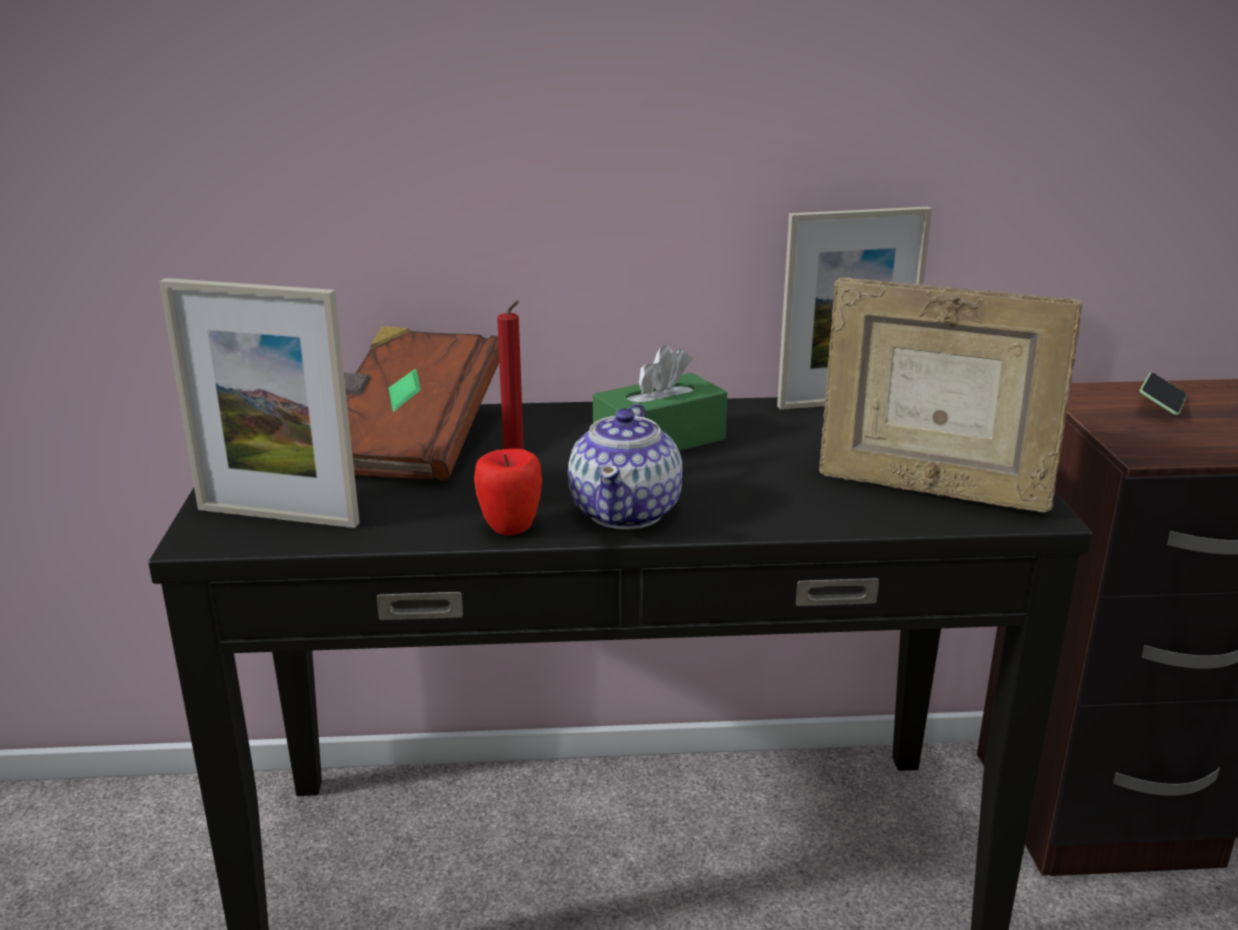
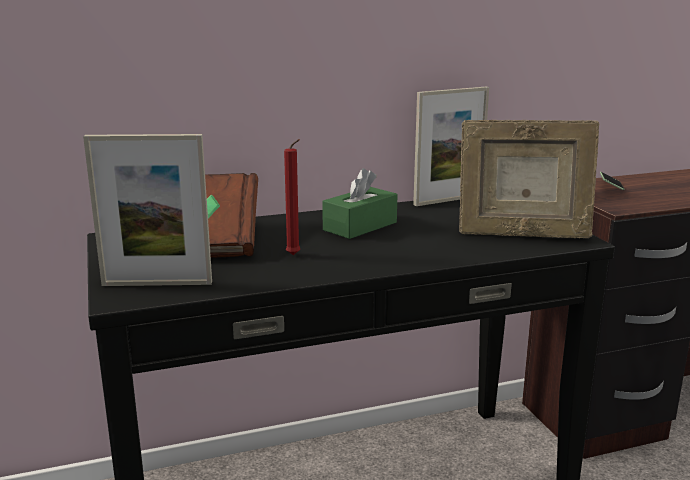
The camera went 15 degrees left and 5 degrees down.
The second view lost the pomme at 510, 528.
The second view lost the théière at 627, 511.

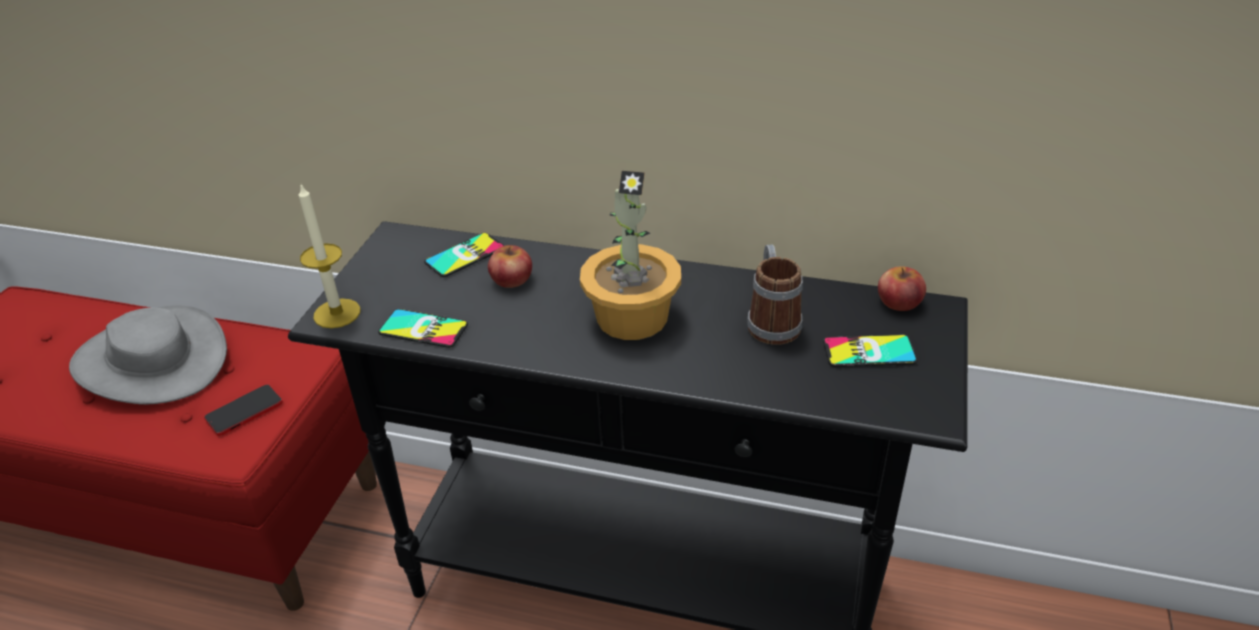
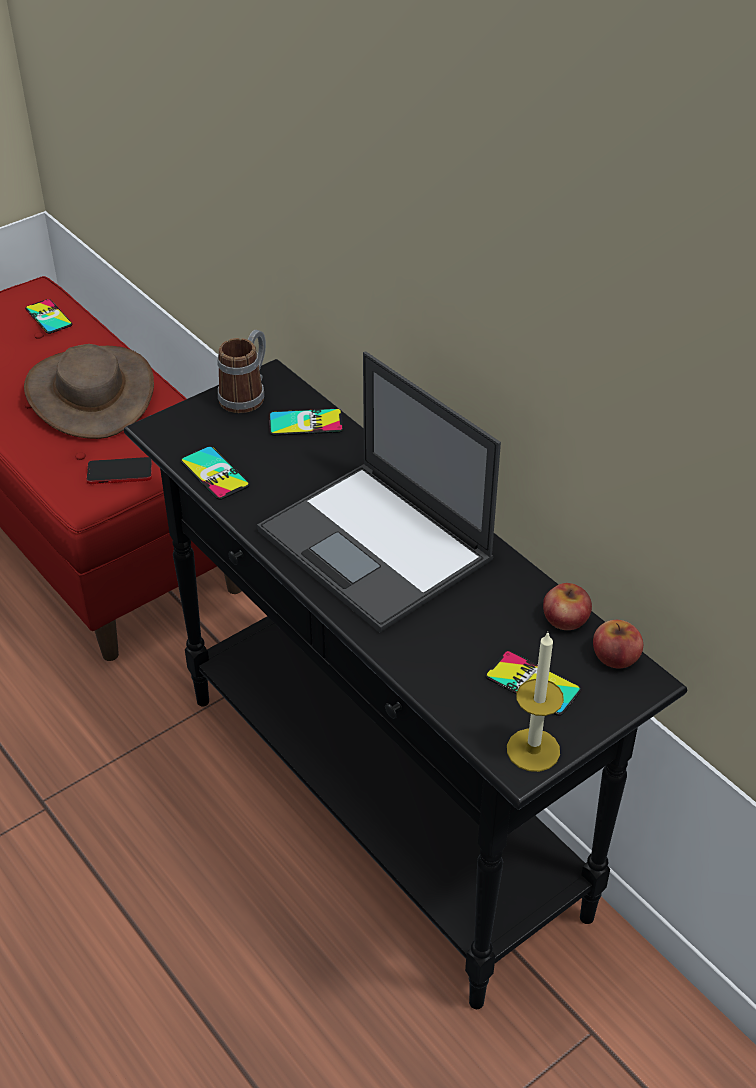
The camera went 35 degrees right and 5 degrees up.
What was the chapeau (gris) at 152, 360 turned into the chapeau (marron) at 91, 393.
The bougie ended up elsewhere, having gone from 337, 313 to 533, 750.
The pomme ended up elsewhere, having gone from 512, 279 to 565, 618.
Where the plante en pot stood at 632, 316, the ordinateur portable came to stand at 377, 546.
The mug ended up elsewhere, having gone from 771, 321 to 247, 394.
The second view gained the téléphone at 48, 317.

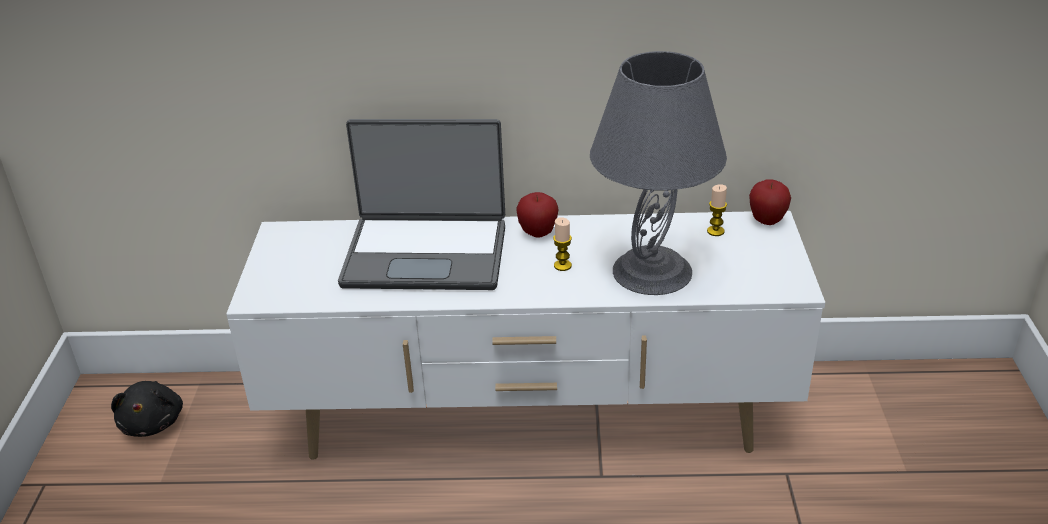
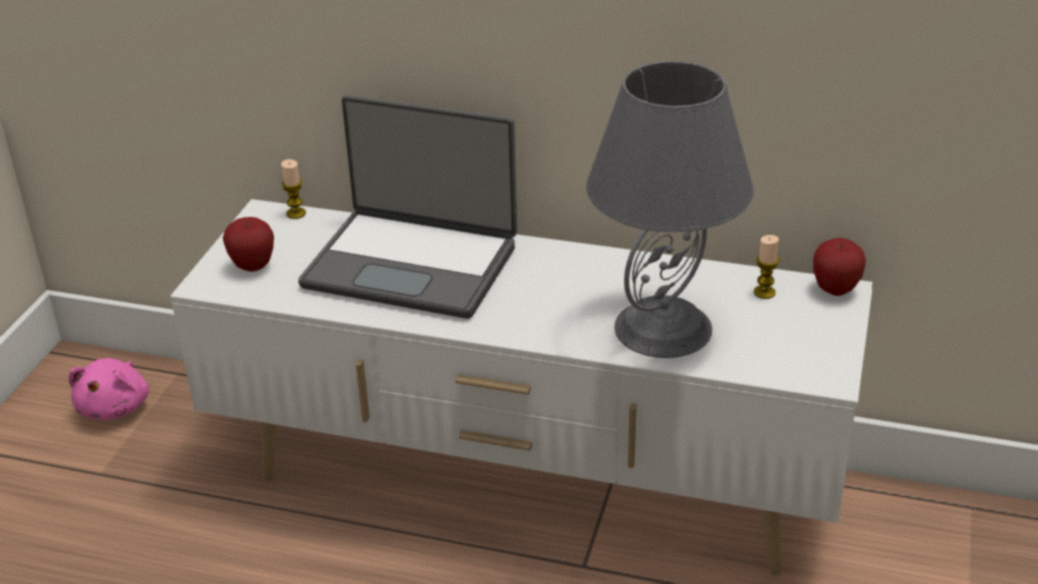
The camera went 15 degrees right and 0 degrees up.
What was the peluche (noir) at 153, 422 turned into the peluche (rose) at 116, 407.
The pomme ended up elsewhere, having gone from 538, 234 to 253, 267.
The bougie ended up elsewhere, having gone from 562, 265 to 296, 213.

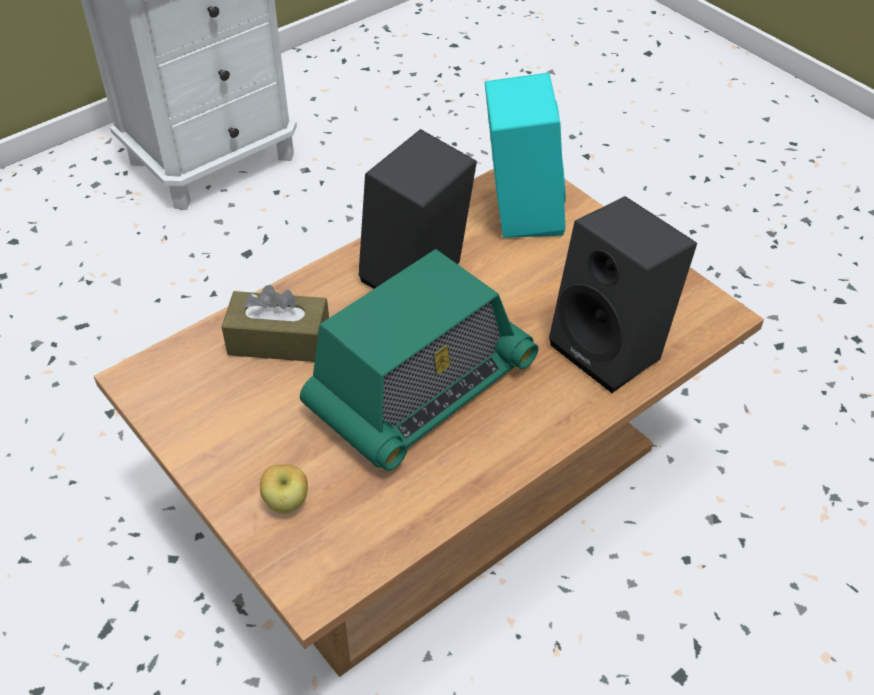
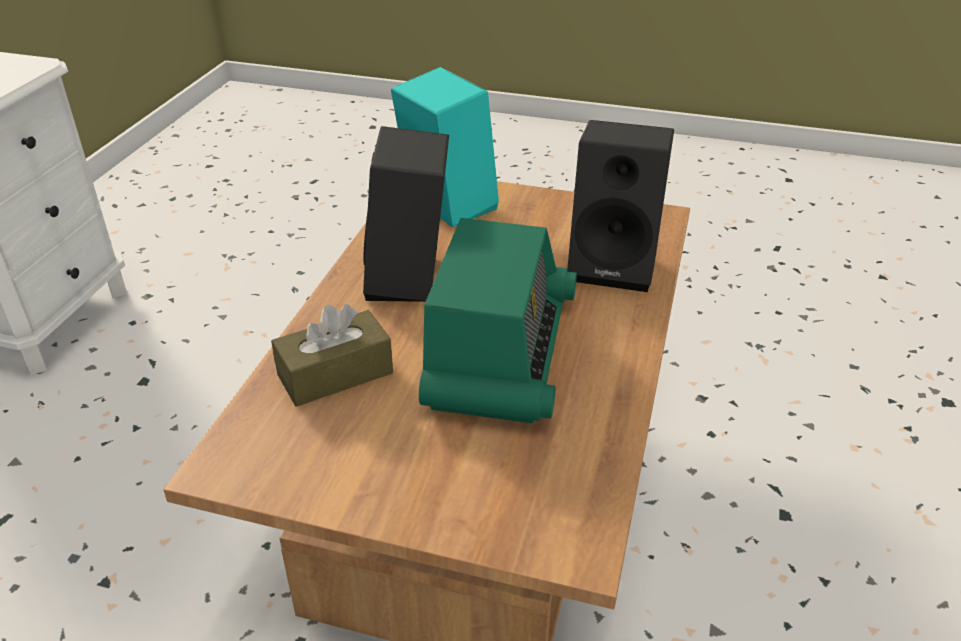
The camera went 35 degrees left and 10 degrees down.
The second view lost the pomme at 287, 503.

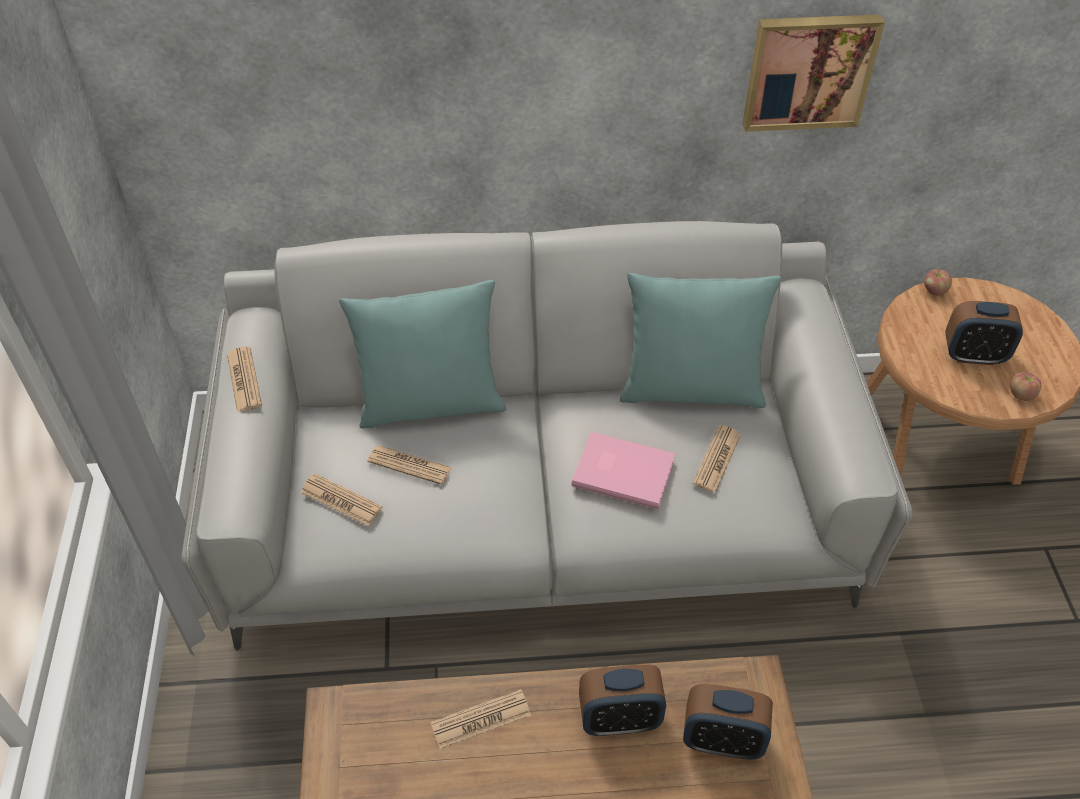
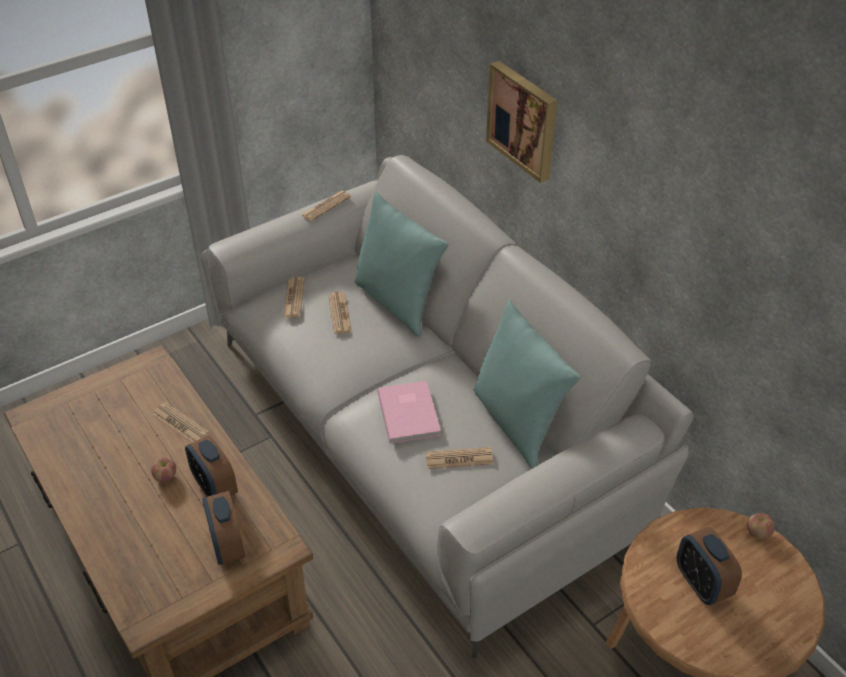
The camera went 60 degrees right and 5 degrees down.
The tableau ended up elsewhere, having gone from 808, 70 to 524, 120.
The pomme ended up elsewhere, having gone from 1021, 394 to 165, 477.

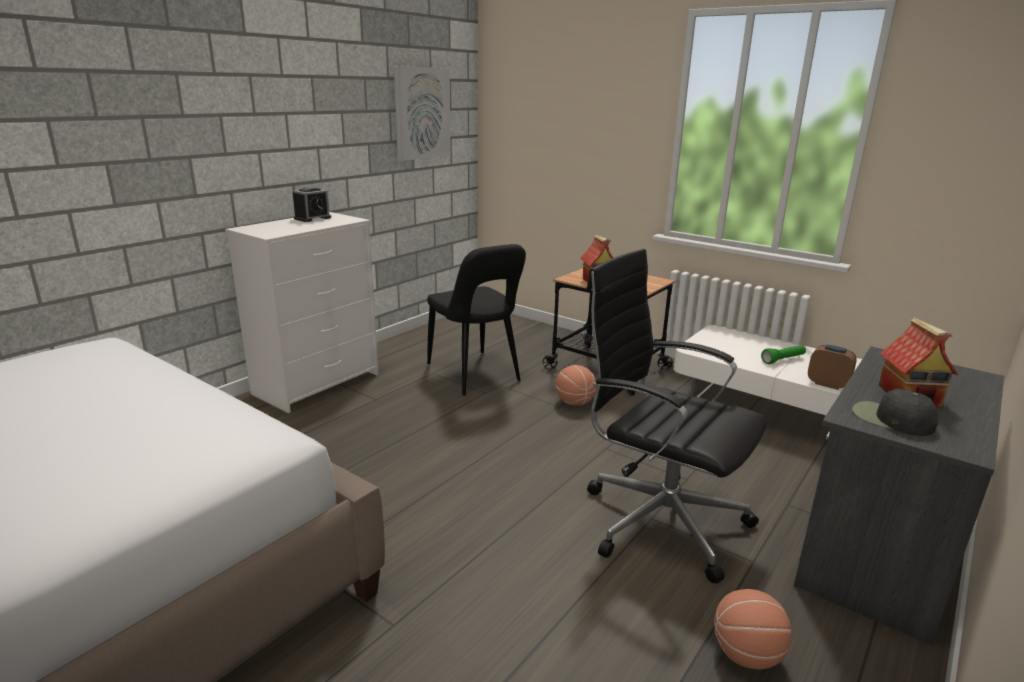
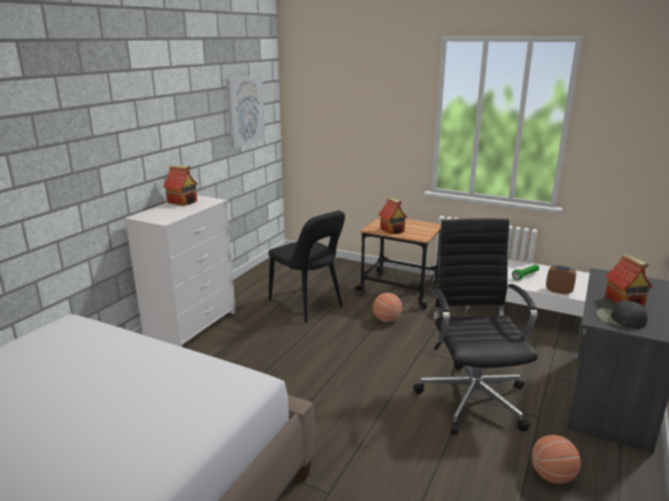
The camera went 10 degrees left and 0 degrees up.
Where the réveil stood at 312, 218, the maison miniature came to stand at 183, 202.
The chaise de bureau (noir) at 659, 519 ended up facing another way, 60 degrees clockwise from before.

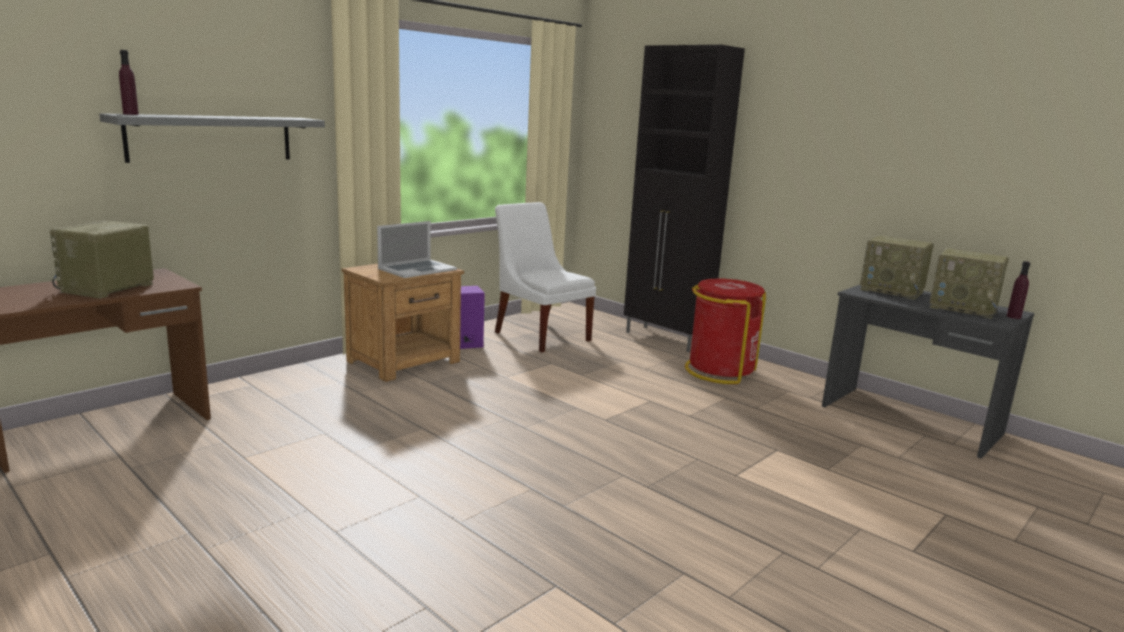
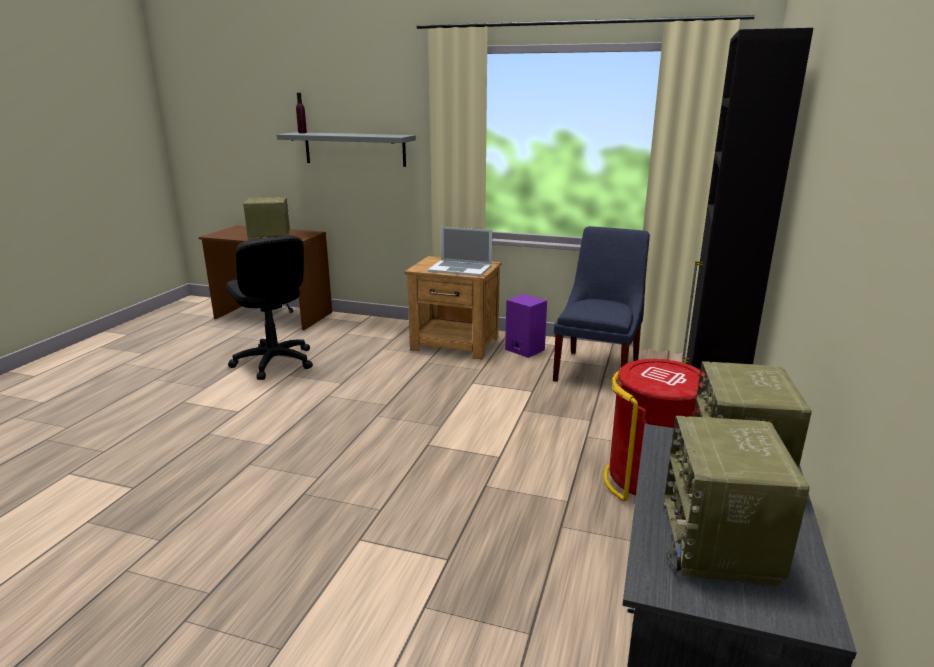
The camera went 65 degrees right and 5 degrees up.
What was the chaise (blanc) at 540, 335 turned into the chaise (bleu) at 598, 369.
The second view lost the bouteille (violet) at 1013, 317.
The second view gained the chaise de bureau (noir) at 274, 362.

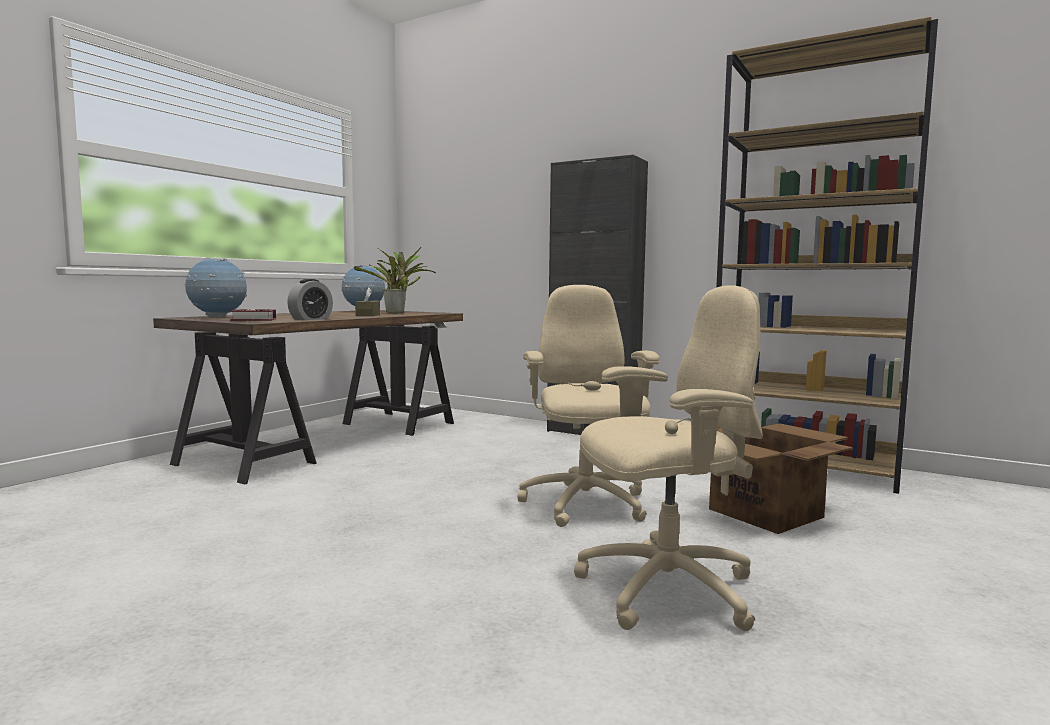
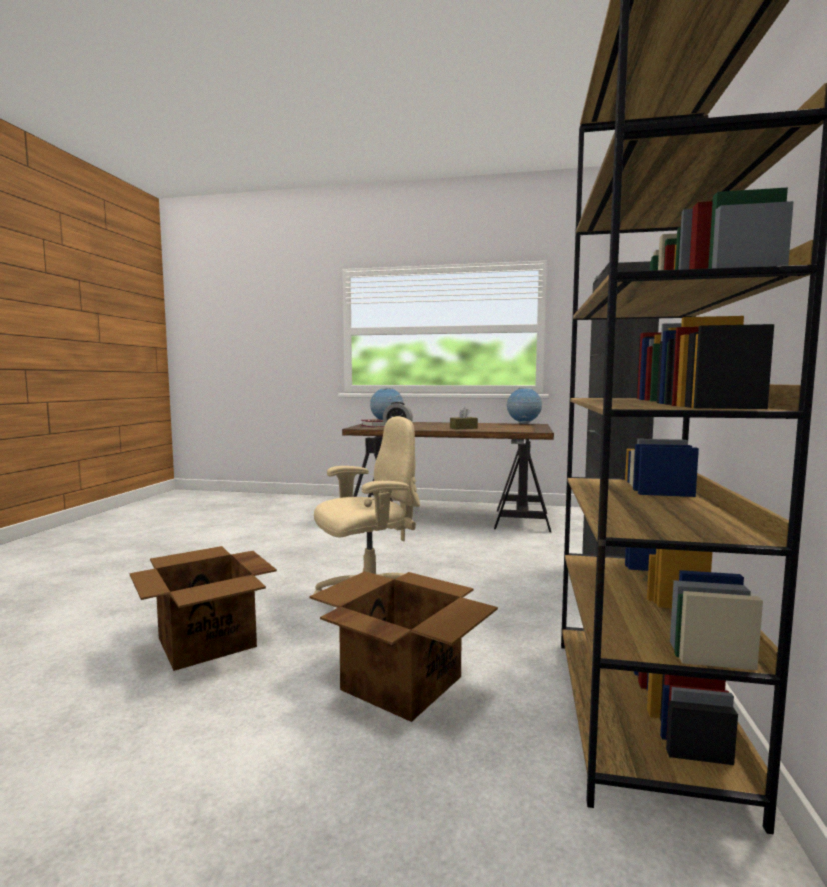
The camera went 70 degrees right and 0 degrees up.
The second view lost the plante en pot at 397, 313.
Where the chaise de bureau (beige) stood at 664, 590, the carton came to stand at 206, 643.

